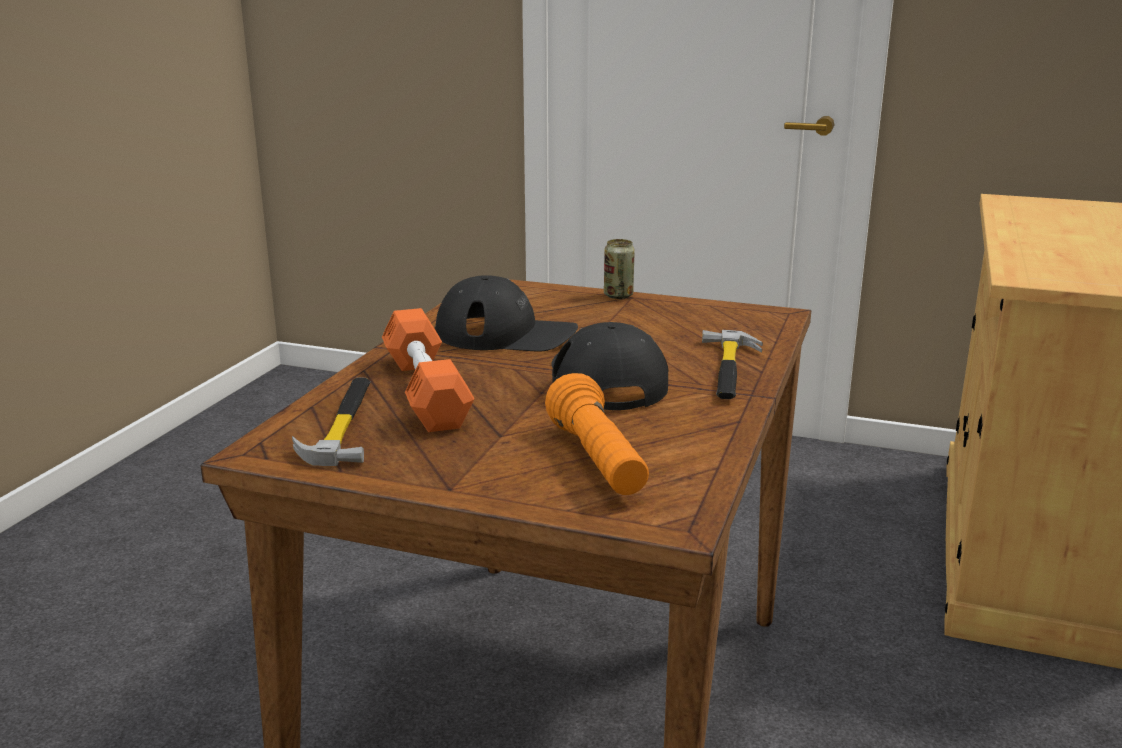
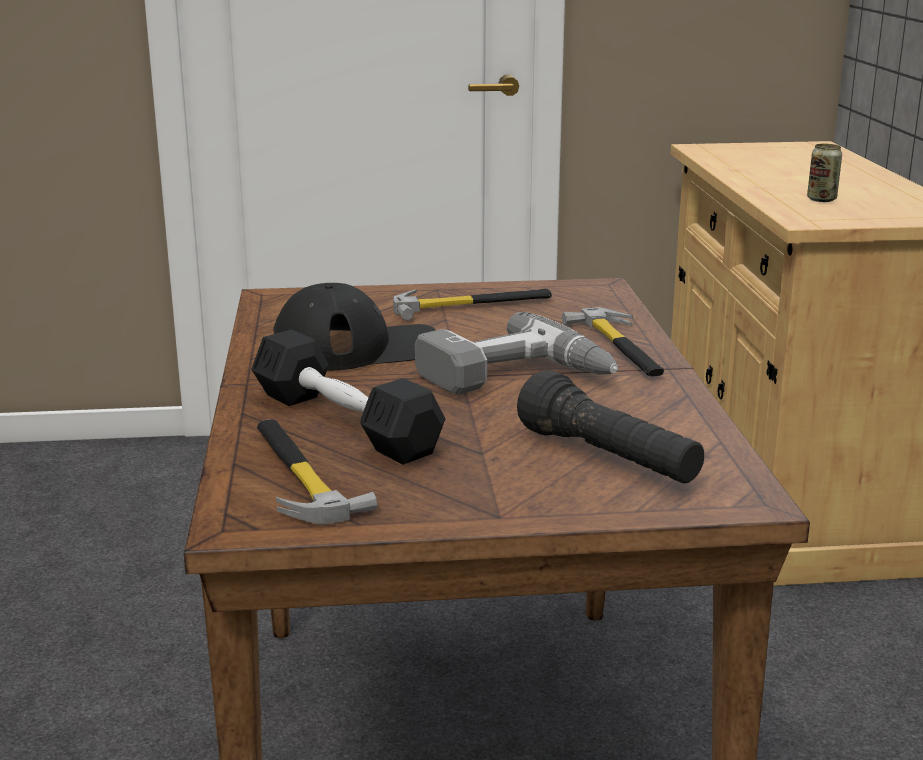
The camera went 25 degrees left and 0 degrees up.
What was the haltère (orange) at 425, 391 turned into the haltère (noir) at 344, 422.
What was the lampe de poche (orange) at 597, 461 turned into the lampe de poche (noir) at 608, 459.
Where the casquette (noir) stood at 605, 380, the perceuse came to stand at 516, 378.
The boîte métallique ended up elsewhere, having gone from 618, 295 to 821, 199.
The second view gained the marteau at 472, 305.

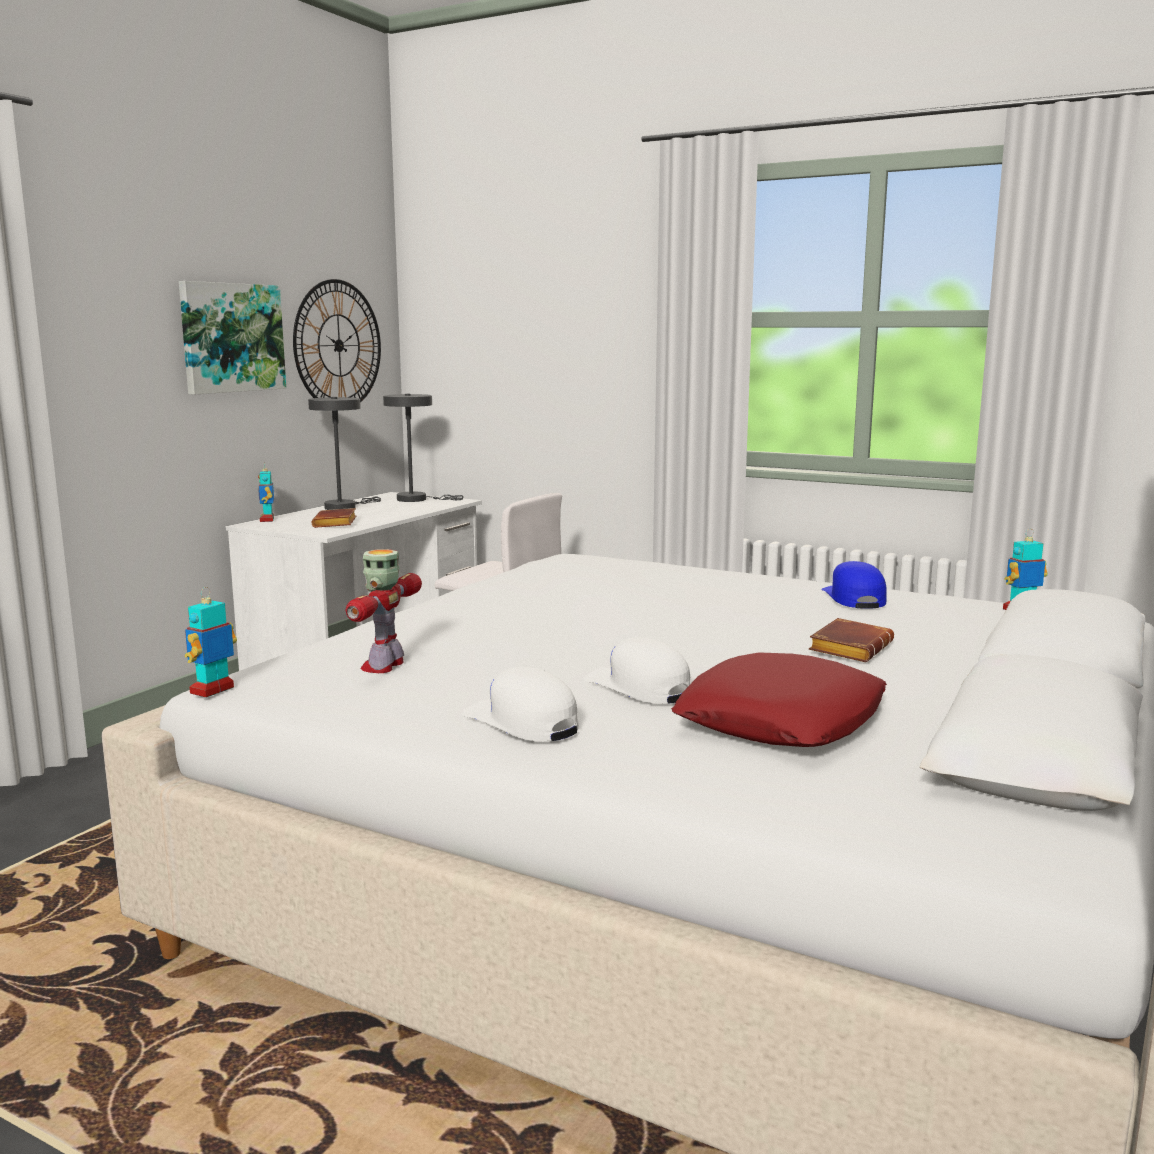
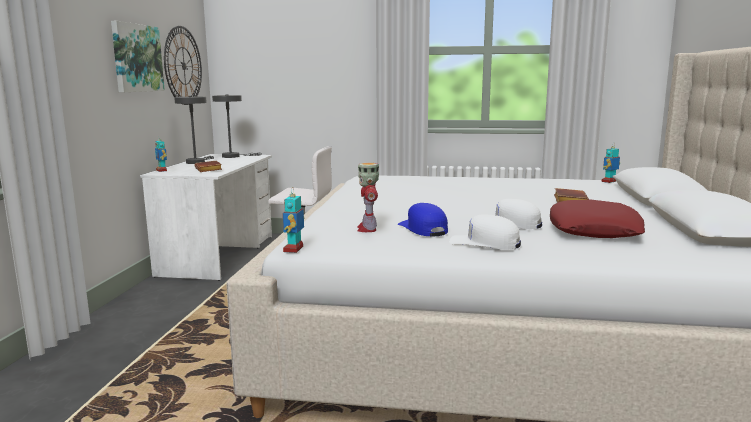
The camera went 20 degrees left and 0 degrees up.
The casquette (bleu) ended up elsewhere, having gone from 853, 598 to 423, 229.

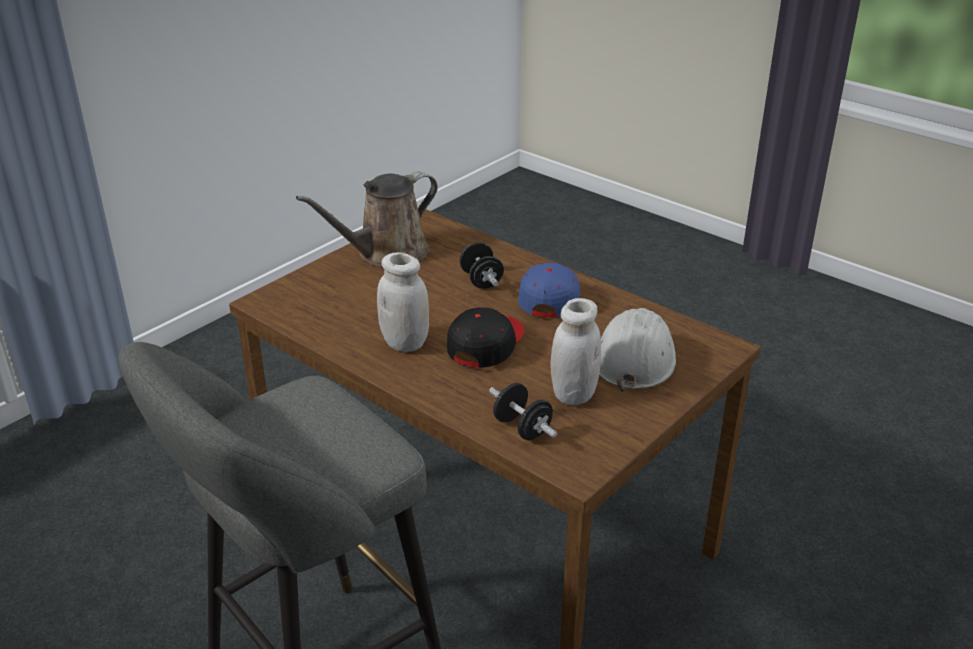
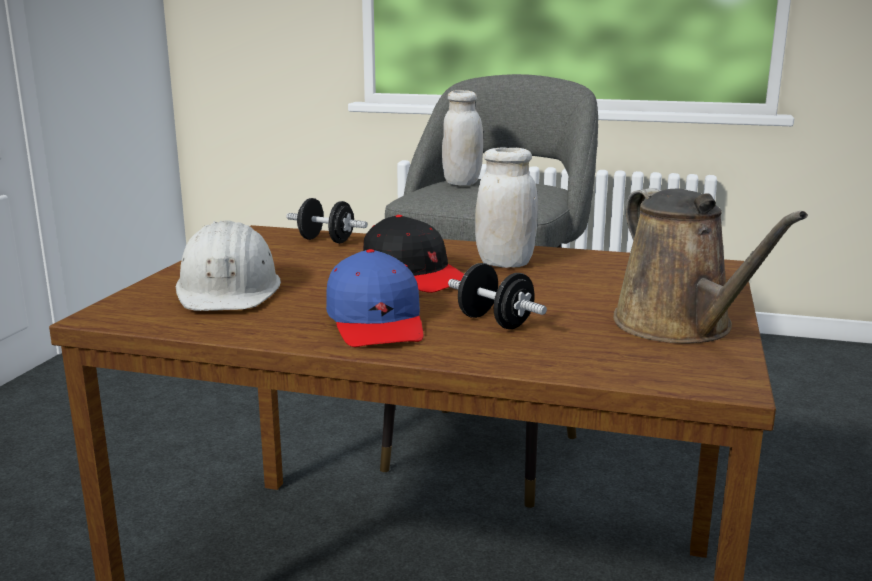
The camera went 155 degrees right and 15 degrees down.
The arrosoir (marron) at 386, 253 ended up facing another way, 135 degrees clockwise from before.
The casquette (noir) at 486, 344 ended up facing another way, 45 degrees counterclockwise from before.
The bocal (blanc) ended up elsewhere, having gone from 573, 394 to 462, 183.

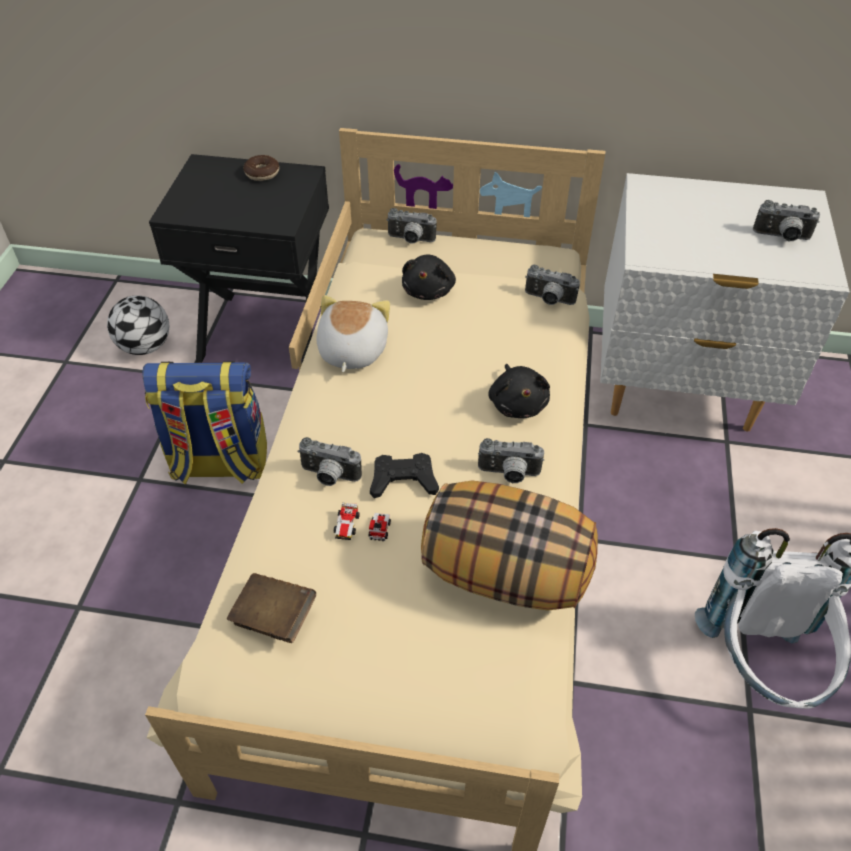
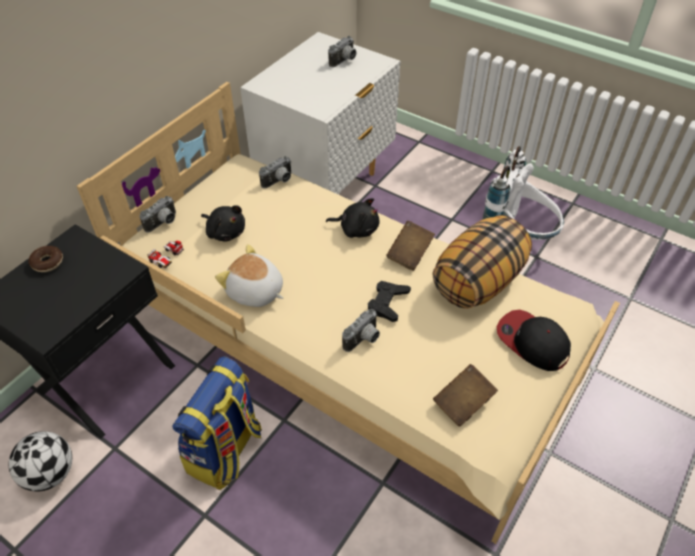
The camera went 65 degrees left and 0 degrees up.
The petite voiture ended up elsewhere, having gone from 362, 529 to 167, 257.
Where the appareil photo stood at 509, 474, the livre (marron) came to stand at 409, 254.
The second view gained the casquette at 532, 342.

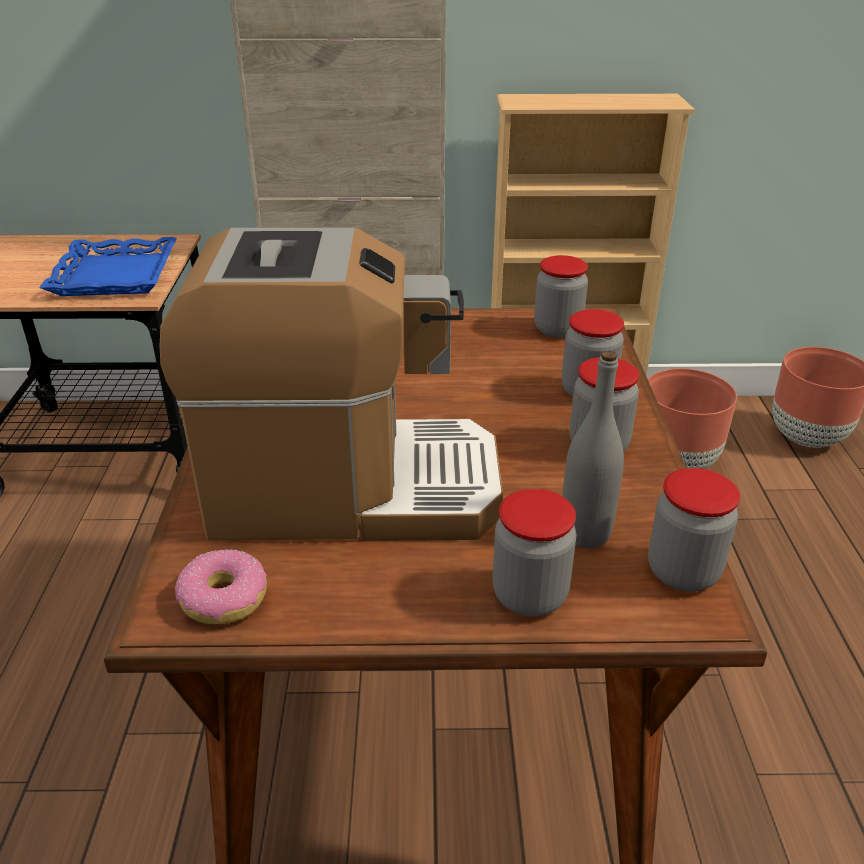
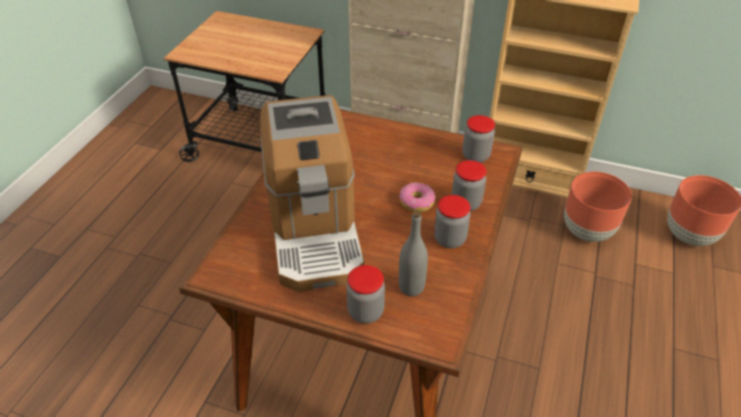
The camera went 20 degrees right and 10 degrees up.
The second view lost the plateau (bleu) at 116, 276.
The machine à café at 351, 488 ended up facing another way, 60 degrees clockwise from before.
The beignet ended up elsewhere, having gone from 223, 598 to 416, 202.
The second view lost the bocal at 682, 572.

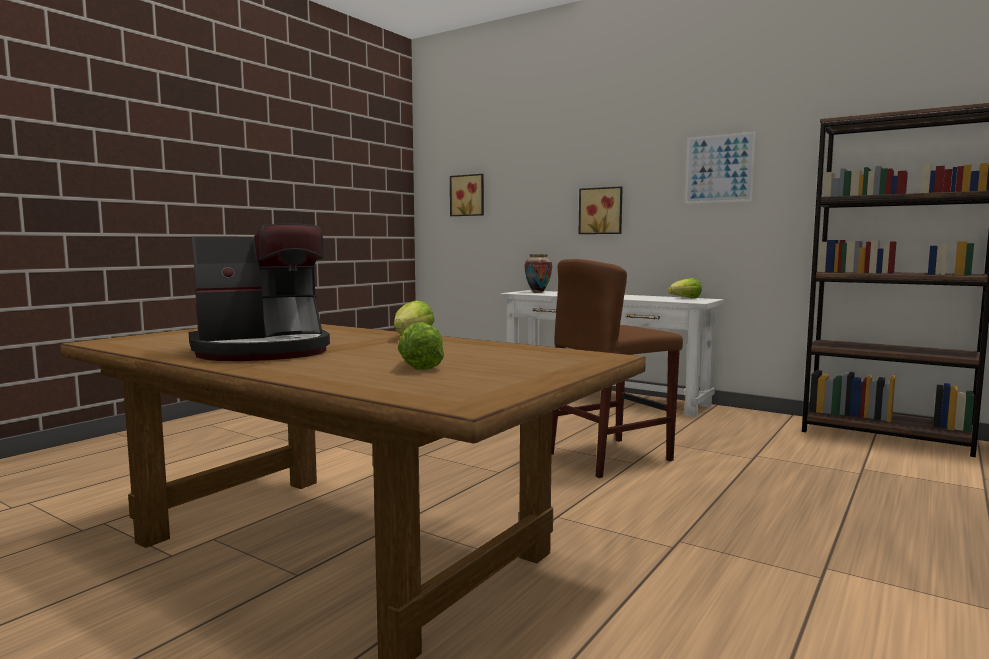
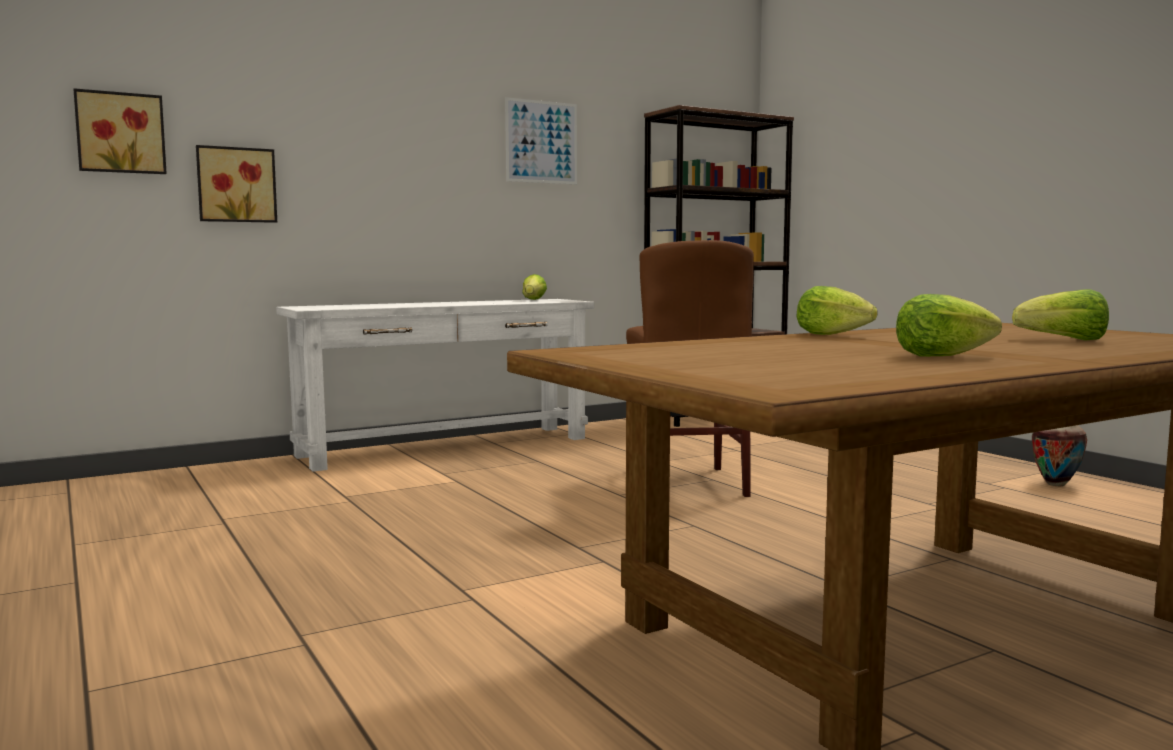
The camera went 65 degrees left and 0 degrees up.
Where the machine à café stood at 263, 351, the laitue came to stand at 941, 356.
The vase ended up elsewhere, having gone from 537, 292 to 1055, 484.
The tableau ended up elsewhere, having gone from 601, 211 to 236, 185.

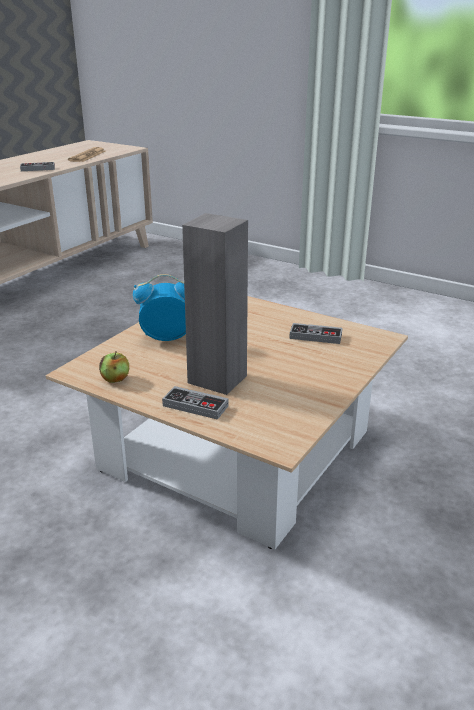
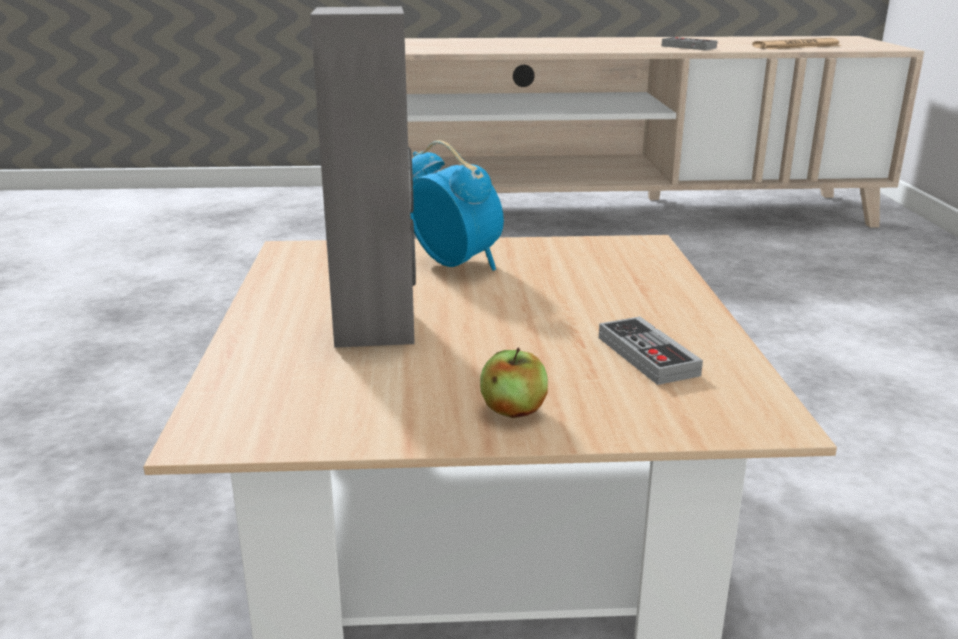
The camera went 55 degrees right and 5 degrees down.
The pomme ended up elsewhere, having gone from 115, 379 to 513, 410.
The second view lost the manette at 195, 406.

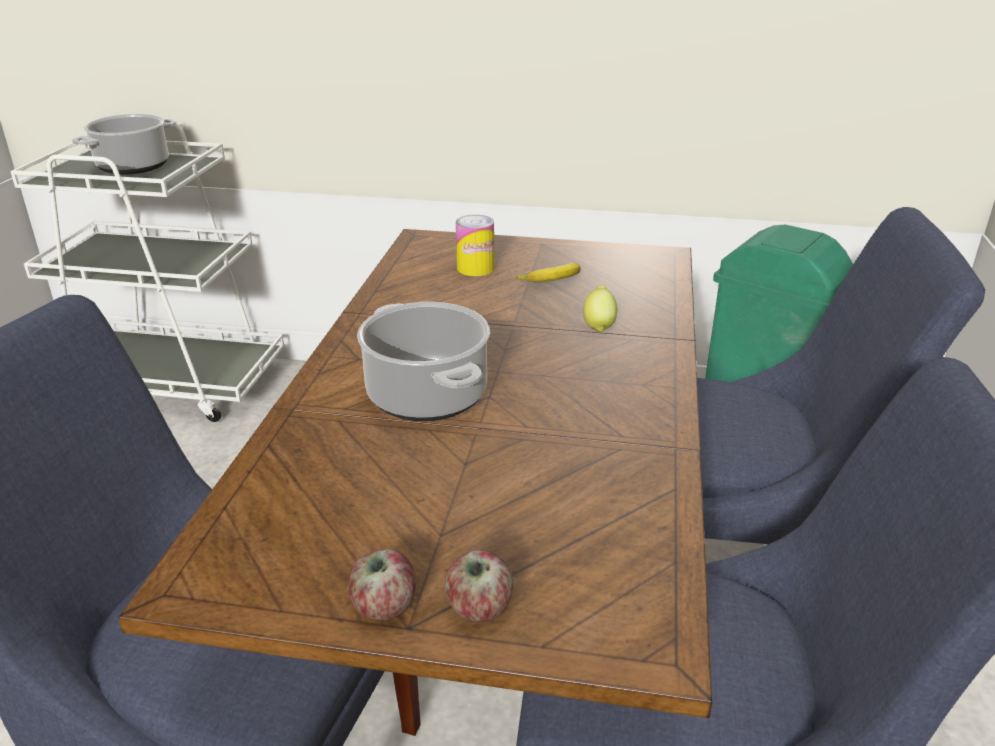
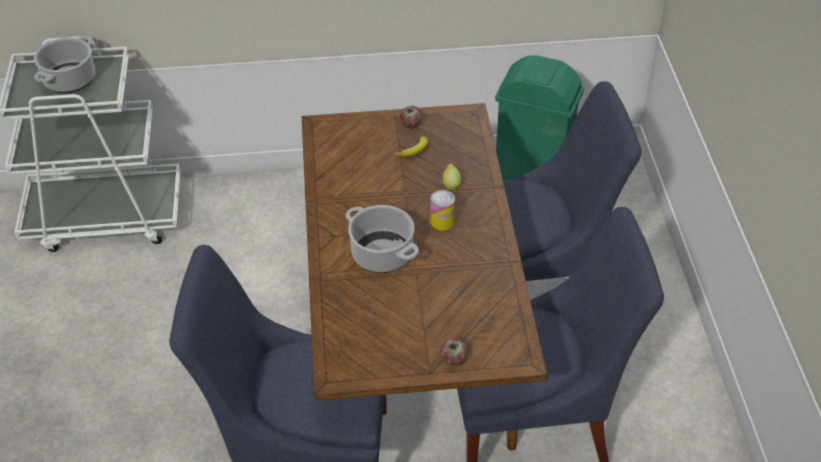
The camera went 15 degrees left and 15 degrees up.
The pomme ended up elsewhere, having gone from 383, 607 to 410, 124.
The boîte métallique ended up elsewhere, having gone from 475, 268 to 442, 221.

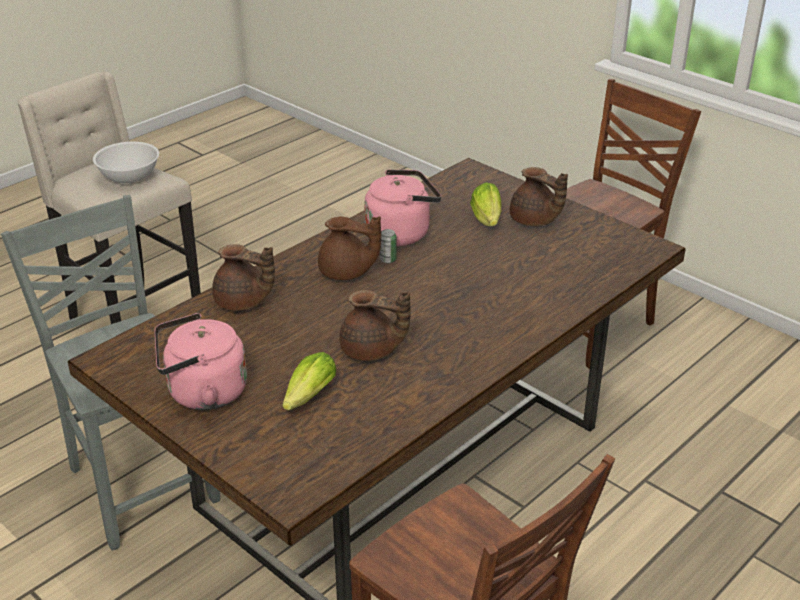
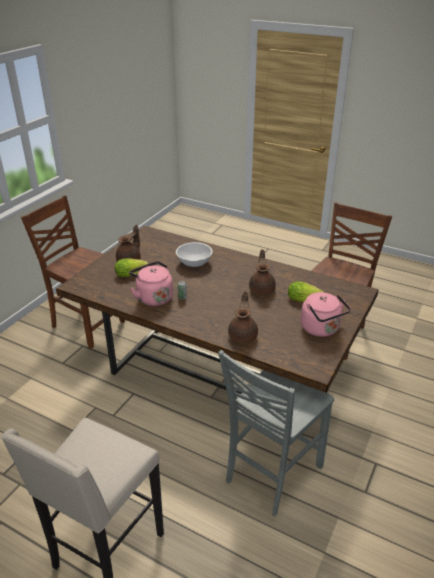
The camera went 105 degrees left and 0 degrees up.
The bol (blanc) ended up elsewhere, having gone from 129, 176 to 194, 262.
The second view lost the théière (marron) at 347, 273.

